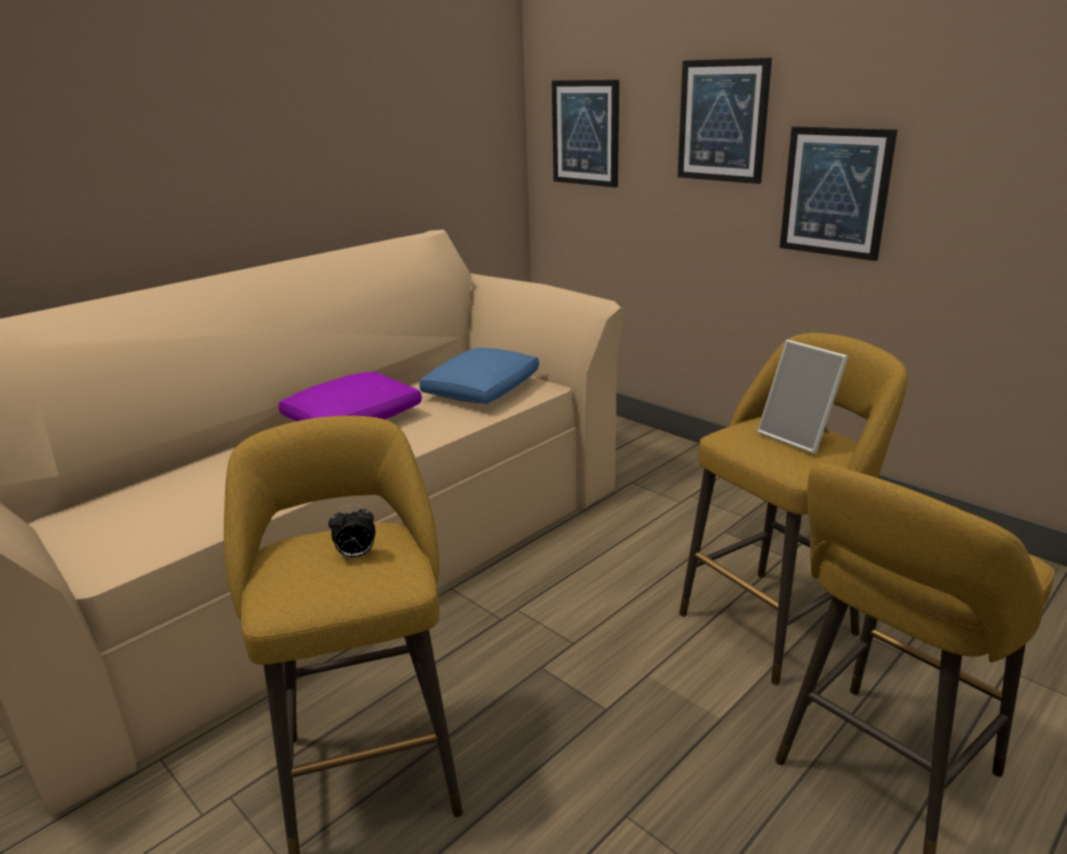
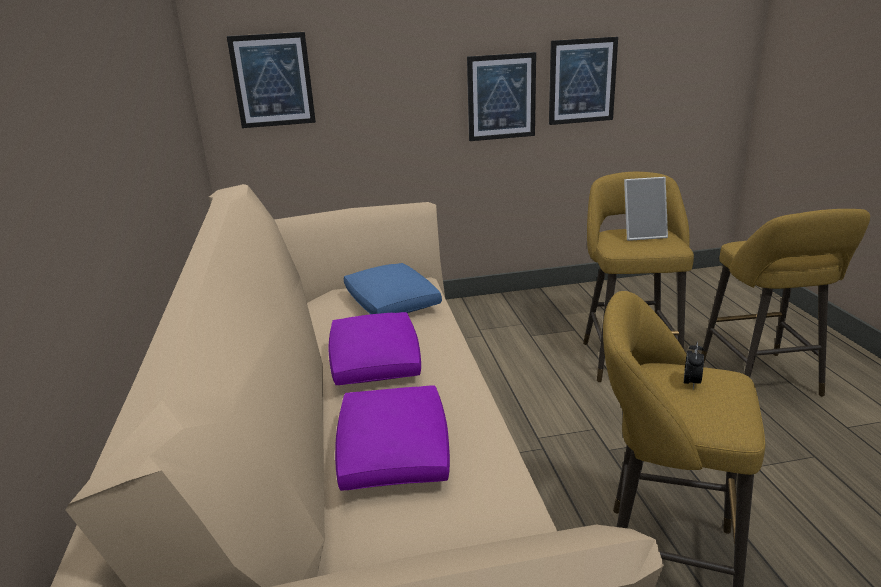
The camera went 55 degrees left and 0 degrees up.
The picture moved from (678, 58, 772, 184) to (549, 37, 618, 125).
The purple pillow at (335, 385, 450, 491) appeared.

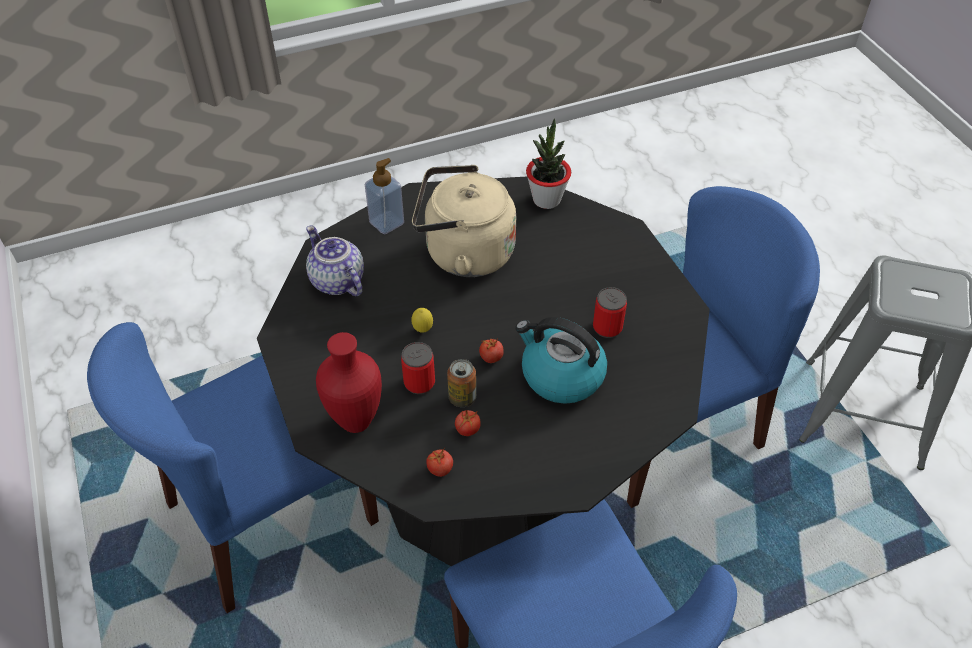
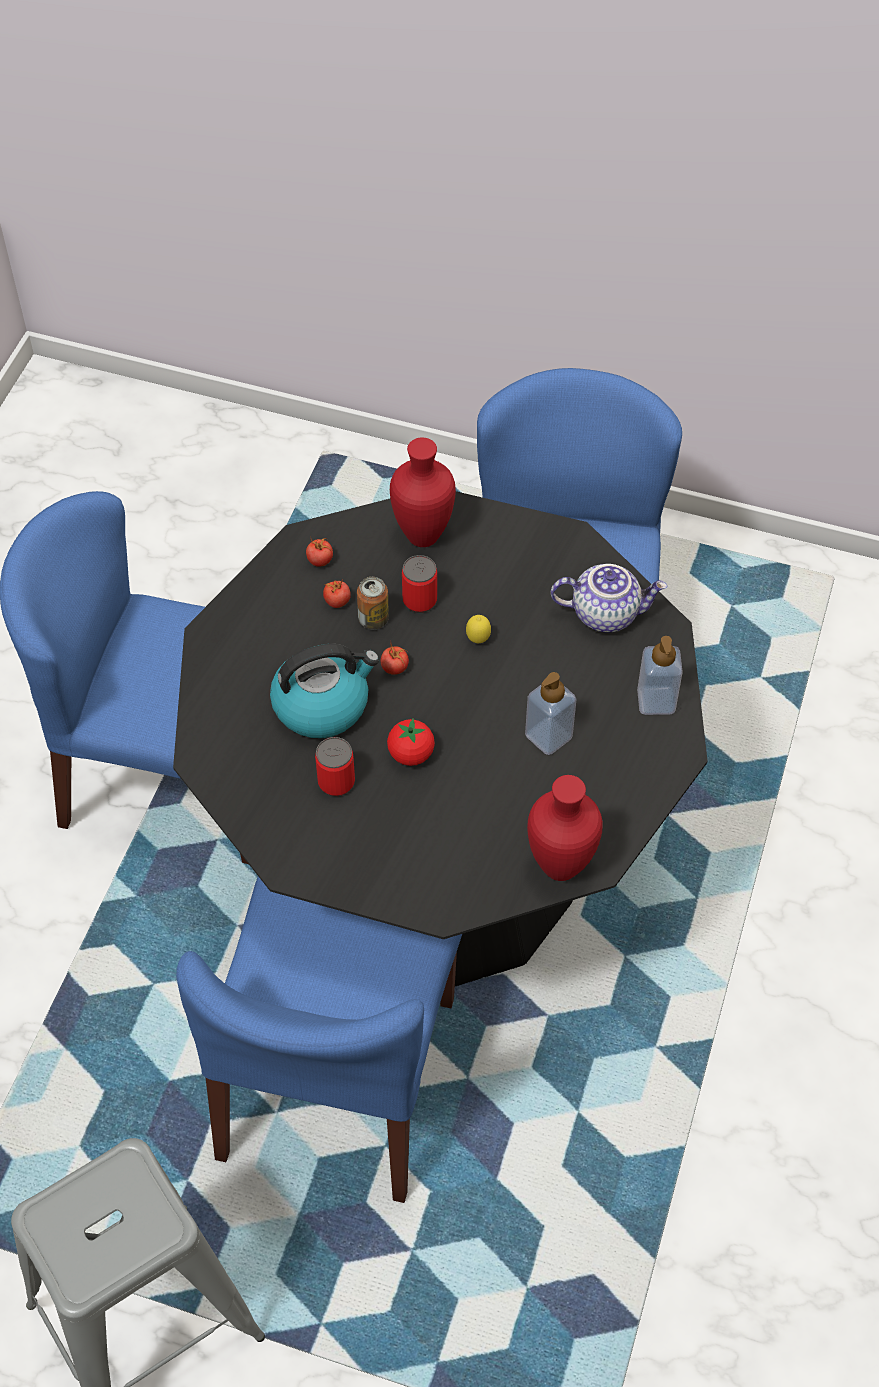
The camera went 130 degrees right and 5 degrees up.
The potted plant at (526, 119, 571, 209) was replaced by the red vase at (527, 775, 603, 881).
The beige kettle at (412, 165, 516, 277) was replaced by the soap dispenser at (525, 672, 577, 755).
The tomato at (387, 718, 435, 766) appeared.

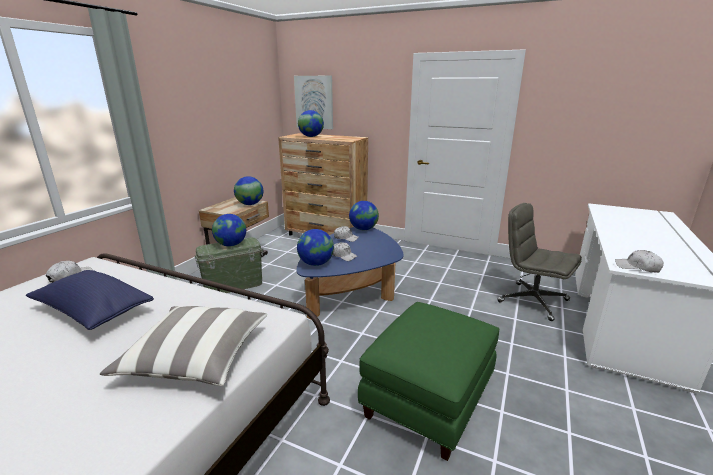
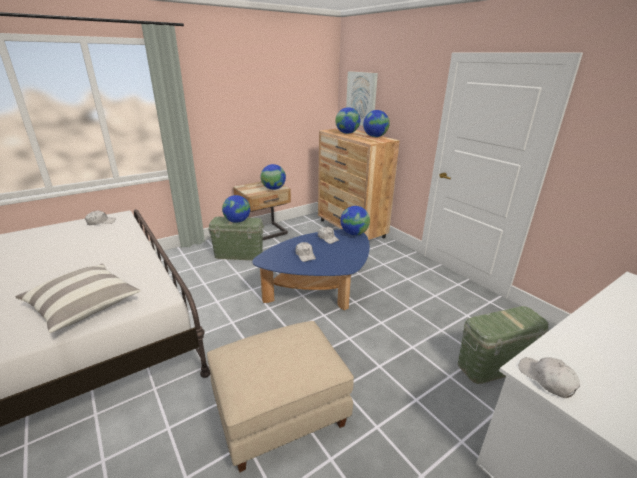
The camera went 30 degrees right and 5 degrees up.
The grey office chair at (498, 203, 582, 321) was replaced by the green storage box at (458, 306, 549, 384).
The globe moved from (297, 229, 334, 266) to (363, 110, 390, 137).
The blue pillow at (26, 270, 154, 330) disappeared.
The green ottoman at (358, 302, 500, 461) became the beige ottoman at (207, 321, 354, 472).

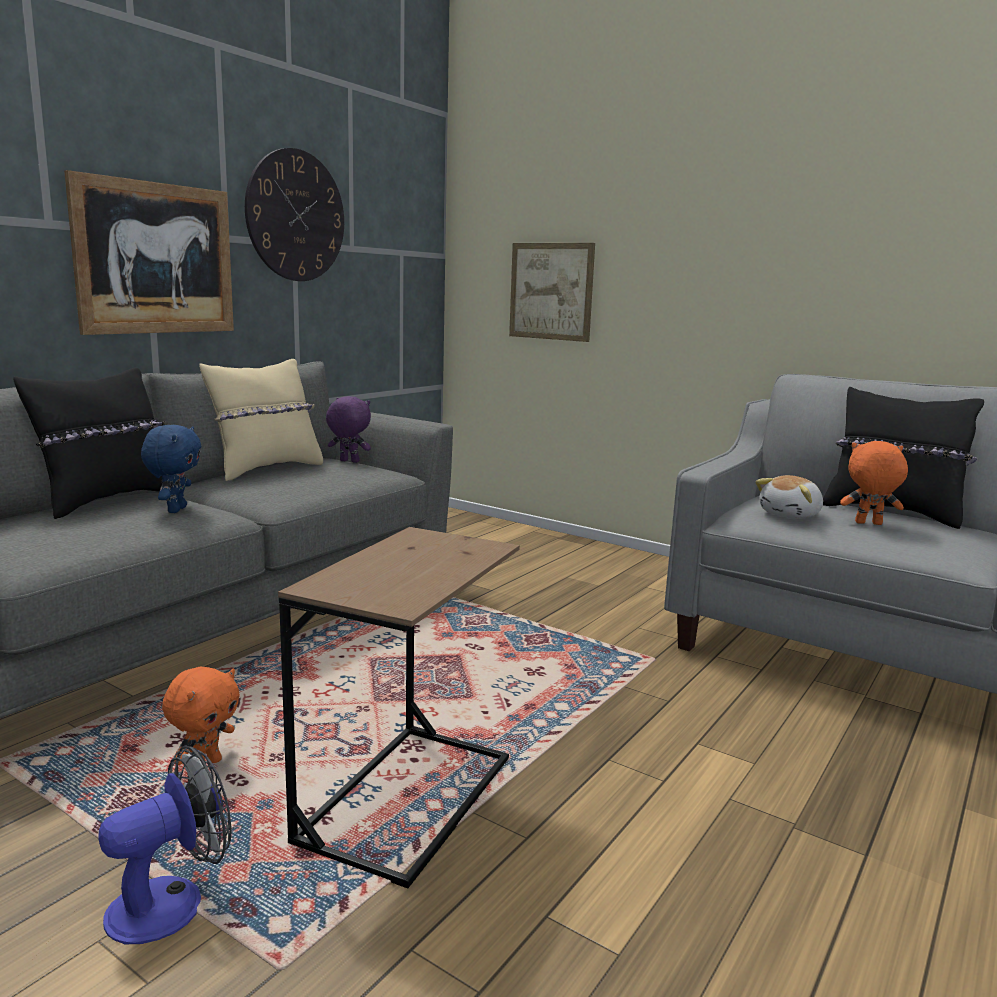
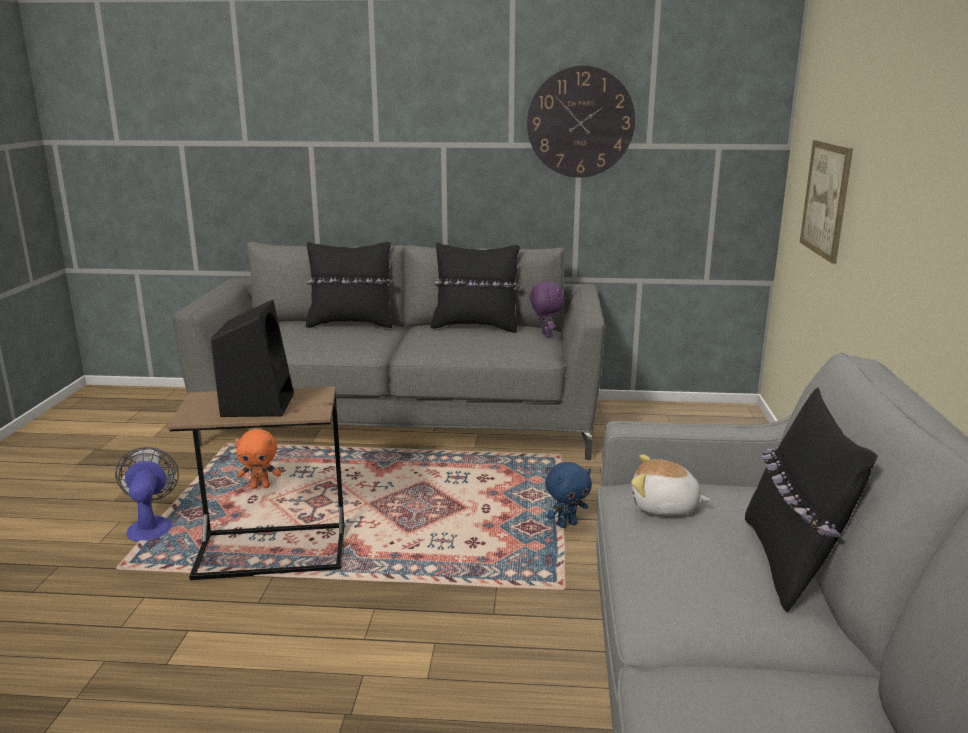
The camera went 60 degrees right and 5 degrees up.
The picture at (64, 170, 234, 335) disappeared.
The beige pillow at (199, 359, 323, 481) became the black pillow at (431, 242, 520, 333).
The blue plush toy moved from (141, 425, 202, 513) to (545, 462, 592, 528).
The orange plush toy at (840, 441, 908, 525) disappeared.
The fan at (98, 746, 232, 944) turned 120 degrees counterclockwise.
The black speaker at (211, 300, 294, 417) appeared.

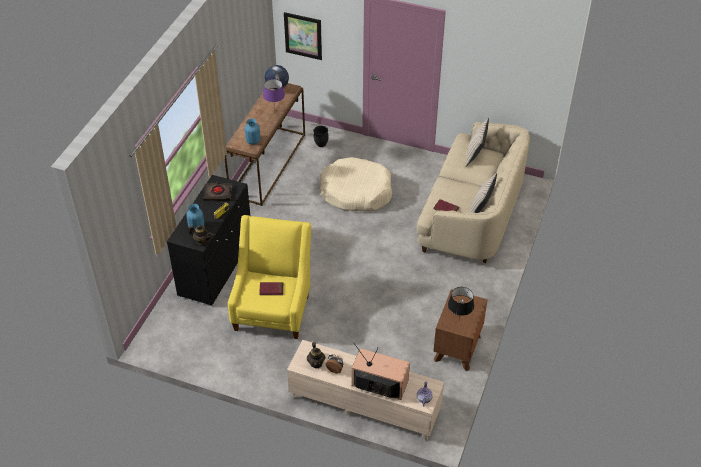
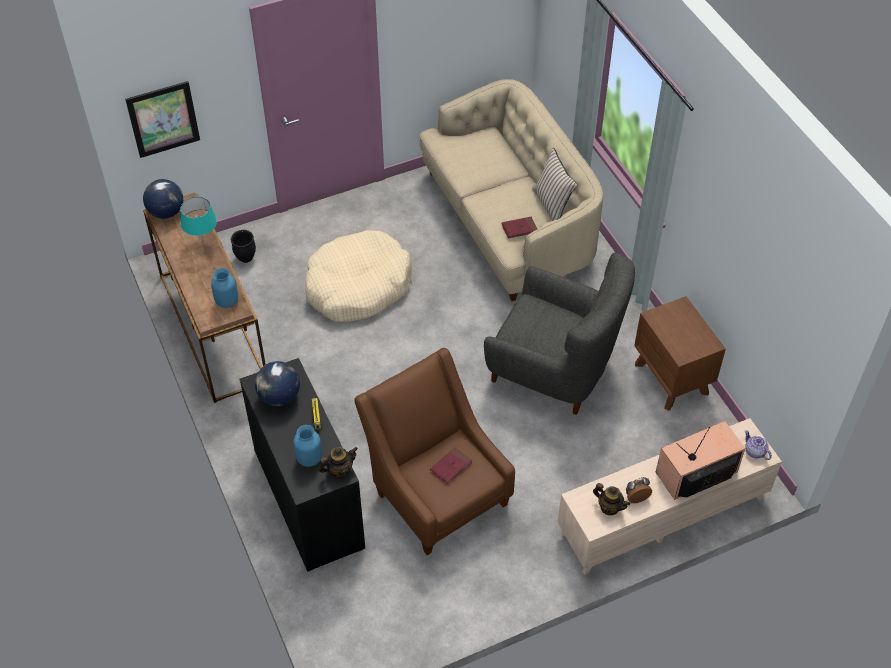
The camera went 45 degrees left and 5 degrees up.
The purple table lamp at (263, 79, 285, 106) became the turquoise table lamp at (181, 197, 217, 245).
The beige pillow at (466, 118, 489, 167) disappeared.
The black book at (203, 182, 232, 201) was replaced by the globe at (255, 361, 300, 406).
The yellow armchair at (228, 215, 311, 339) became the brown armchair at (354, 348, 515, 555).
The black table lamp at (448, 287, 474, 320) disappeared.
The grey armchair at (484, 253, 635, 415) appeared.

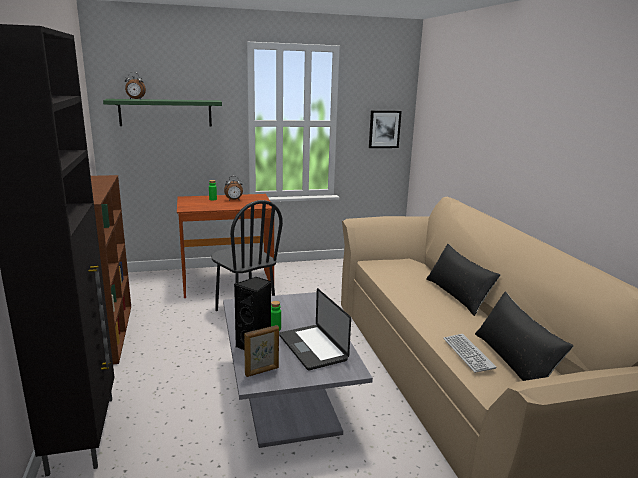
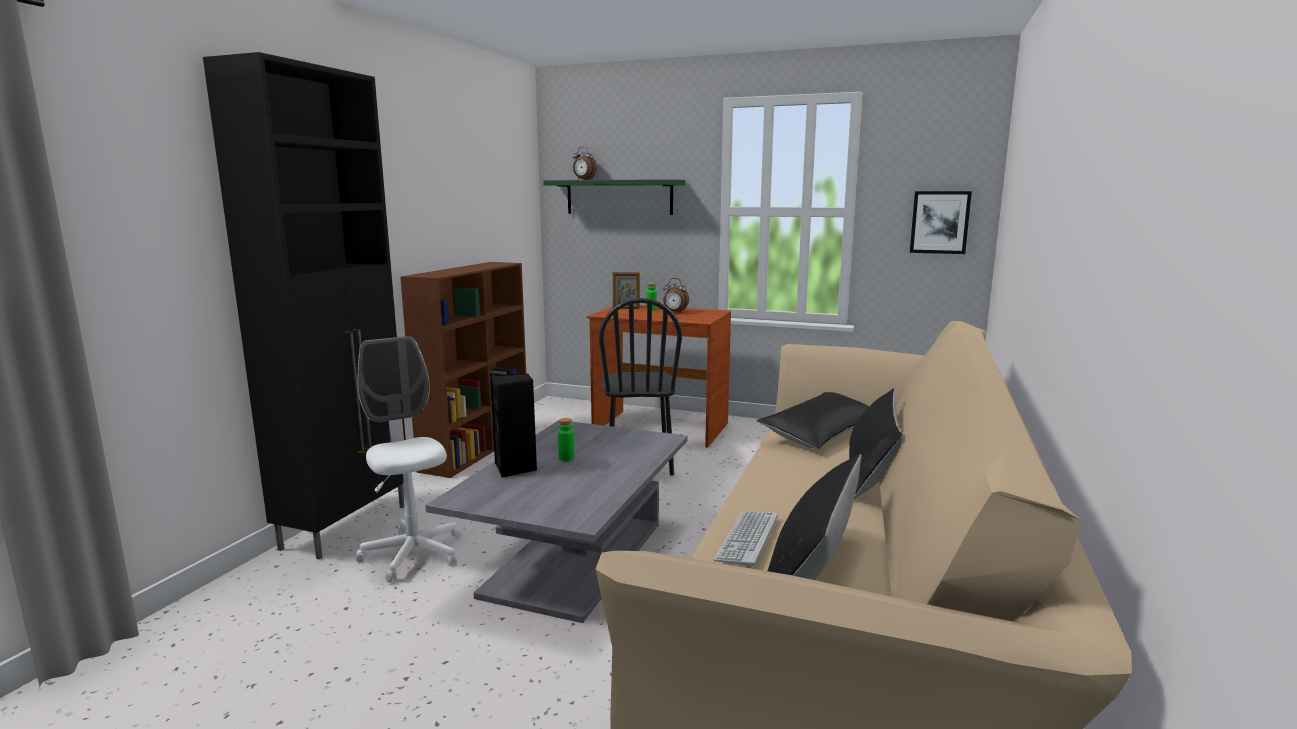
The camera went 35 degrees right and 5 degrees down.
The laptop at (279, 288, 351, 370) disappeared.
The picture frame moved from (244, 325, 279, 377) to (613, 272, 640, 309).
The white office chair at (355, 336, 462, 583) appeared.
The black pillow at (757, 392, 869, 449) appeared.

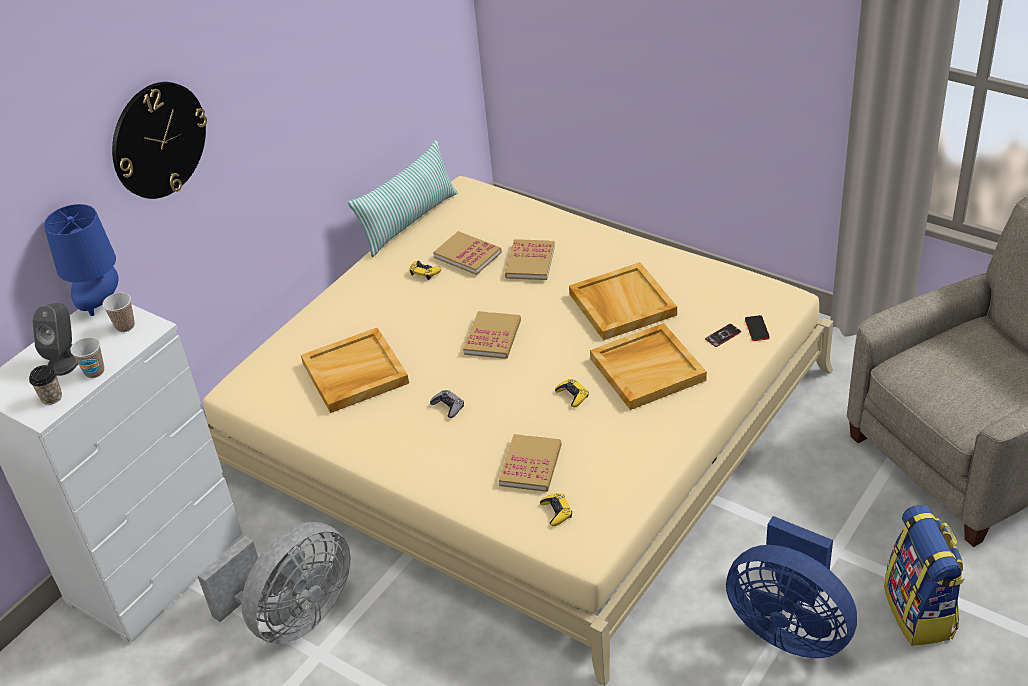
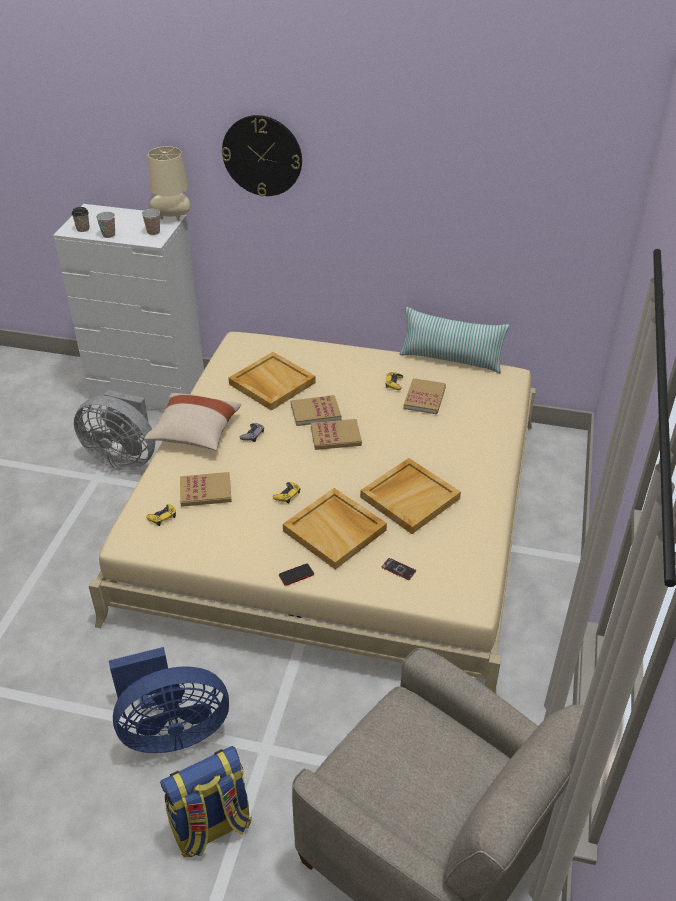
The camera went 65 degrees right and 0 degrees up.
The blue table lamp at (44, 204, 119, 316) became the beige table lamp at (148, 146, 191, 221).
The book moved from (505, 239, 555, 280) to (291, 395, 341, 426).
The grey speaker at (32, 303, 78, 376) disappeared.
The phone moved from (745, 315, 769, 341) to (279, 564, 314, 586).
The blue fan at (726, 516, 857, 658) turned 120 degrees counterclockwise.
The beige pillow at (144, 393, 241, 451) appeared.

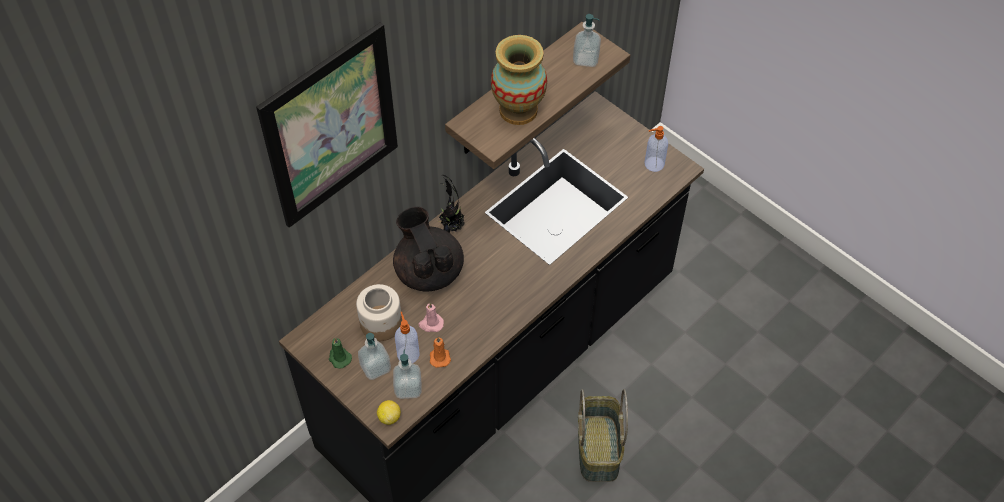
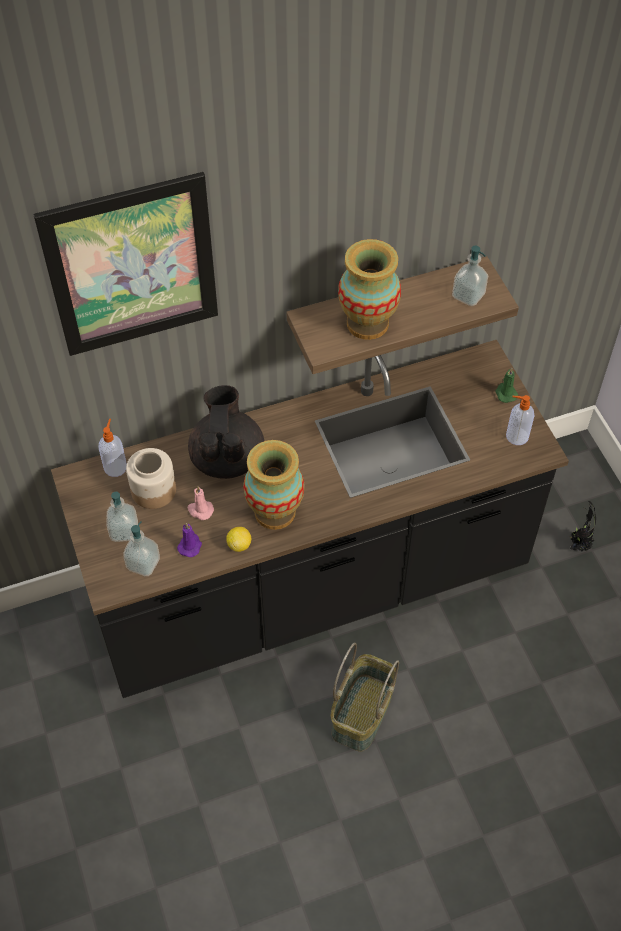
The camera went 25 degrees right and 0 degrees up.
The potted plant moved from (439, 175, 465, 233) to (568, 501, 596, 551).
The soap dispenser moved from (395, 312, 420, 363) to (99, 419, 127, 477).
The green candle moved from (329, 337, 352, 369) to (495, 368, 518, 403).
The orange candle at (430, 337, 451, 368) became the purple candle at (177, 523, 202, 557).
The lemon moved from (377, 400, 401, 425) to (226, 527, 251, 552).
The vase at (243, 440, 305, 530) appeared.

